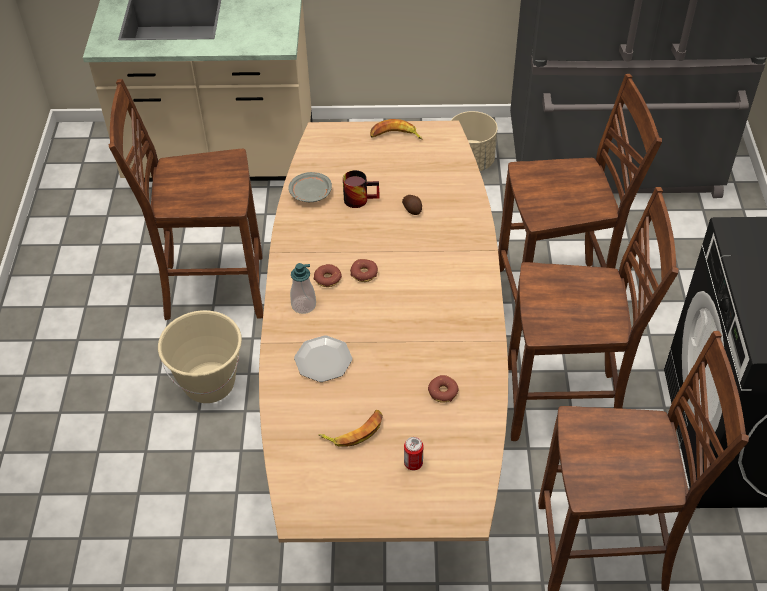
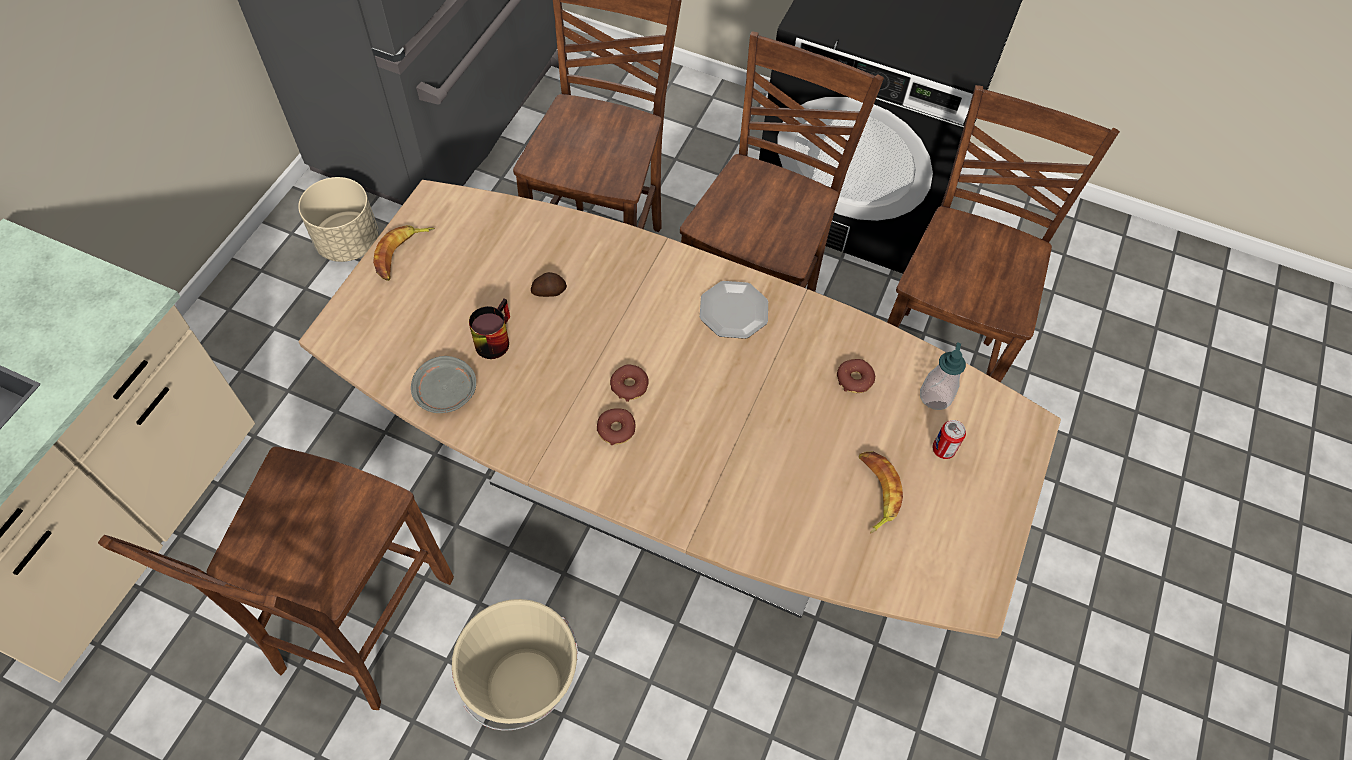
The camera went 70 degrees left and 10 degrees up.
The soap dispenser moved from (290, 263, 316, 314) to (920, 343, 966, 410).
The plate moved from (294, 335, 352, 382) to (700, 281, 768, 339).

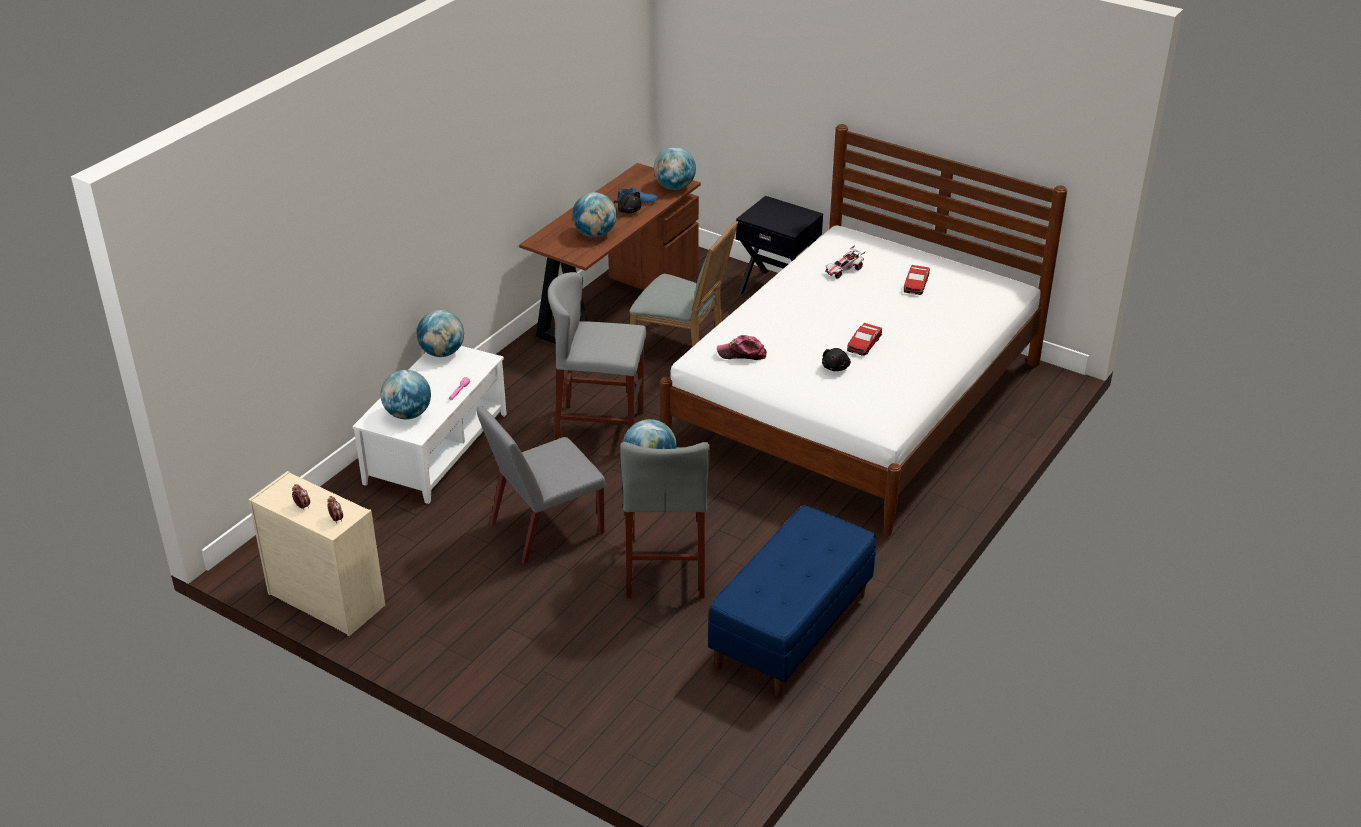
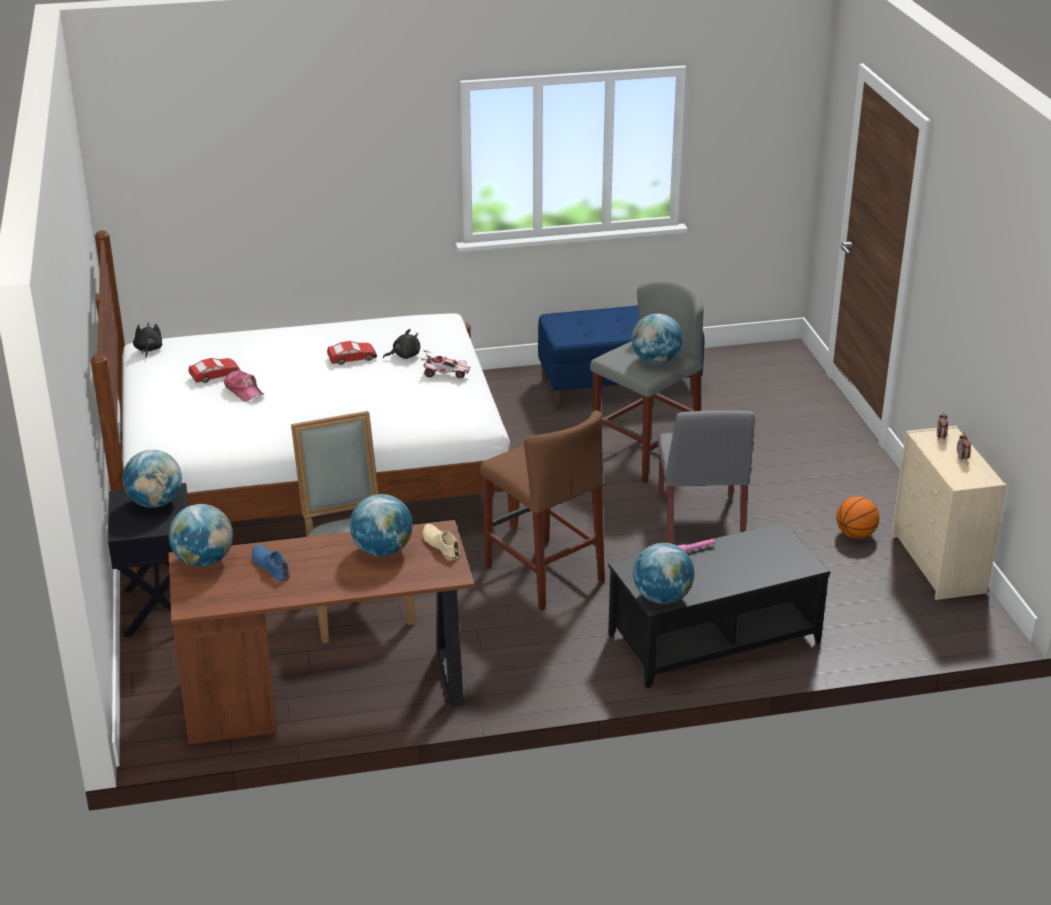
The camera went 135 degrees left and 5 degrees down.
The black plush toy moved from (614, 192, 642, 213) to (133, 323, 162, 359).
The toy car moved from (825, 245, 865, 279) to (420, 350, 470, 378).
The grey stool at (548, 272, 646, 440) became the brown stool at (480, 410, 605, 611).
The cap moved from (717, 335, 767, 360) to (224, 370, 264, 402).
The white coffee table at (352, 346, 507, 504) became the black coffee table at (608, 522, 830, 688).
The globe moved from (381, 370, 431, 419) to (122, 450, 182, 508).
The grey chair at (476, 406, 606, 565) turned 75 degrees clockwise.
The basketball at (836, 496, 879, 539) appeared.
The beige shoe at (423, 524, 460, 560) appeared.

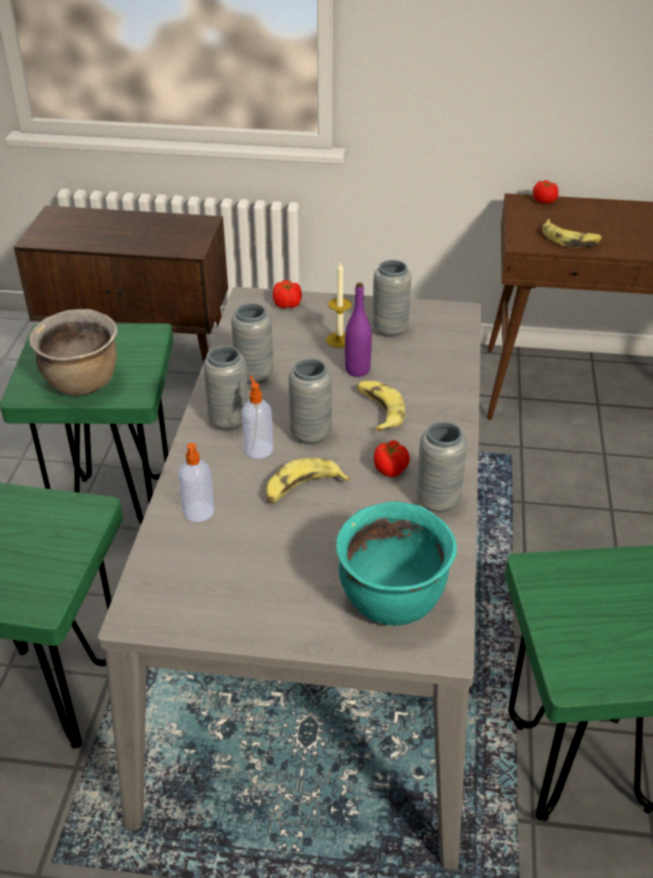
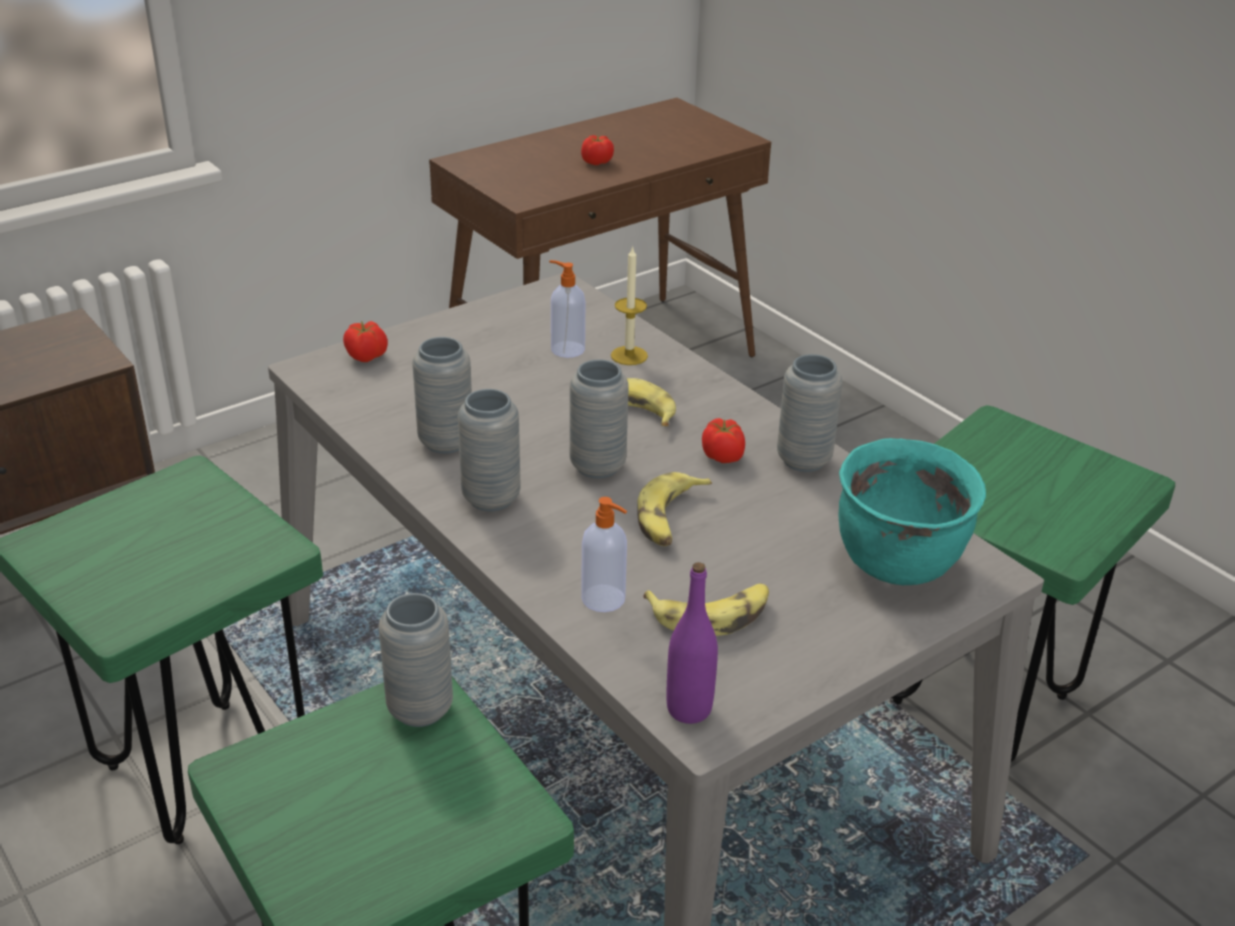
The camera went 45 degrees left and 5 degrees down.
The tomato moved from (533, 180, 559, 204) to (581, 135, 614, 165).
The banana moved from (542, 219, 602, 248) to (643, 584, 769, 636).
The grey vase moved from (372, 260, 412, 337) to (379, 593, 453, 727).
The candle moved from (326, 262, 352, 348) to (611, 246, 648, 365).
The purple bottle moved from (345, 283, 372, 377) to (666, 562, 718, 724).
The brown cooking pot at (29, 309, 118, 396) disappeared.
The soap dispenser moved from (242, 376, 273, 459) to (549, 260, 585, 358).

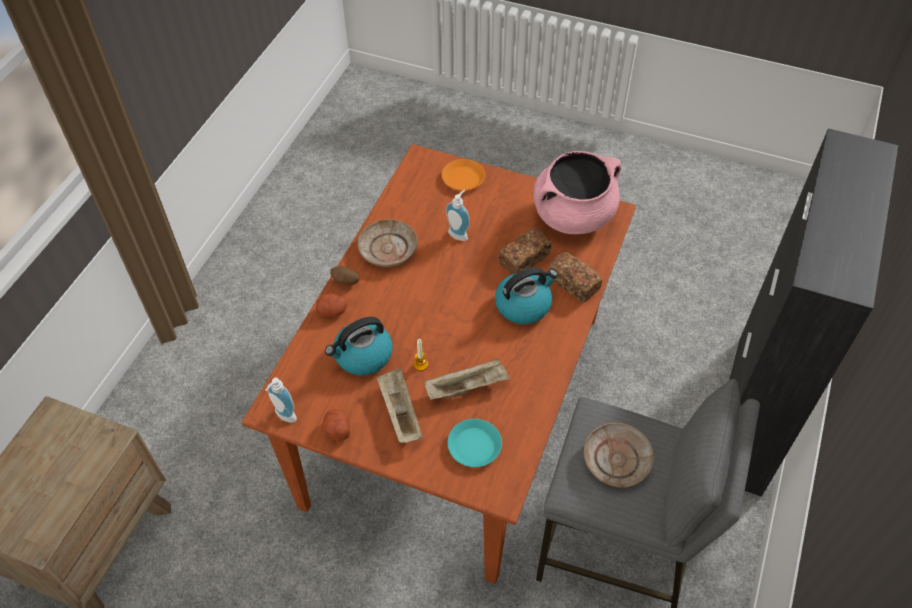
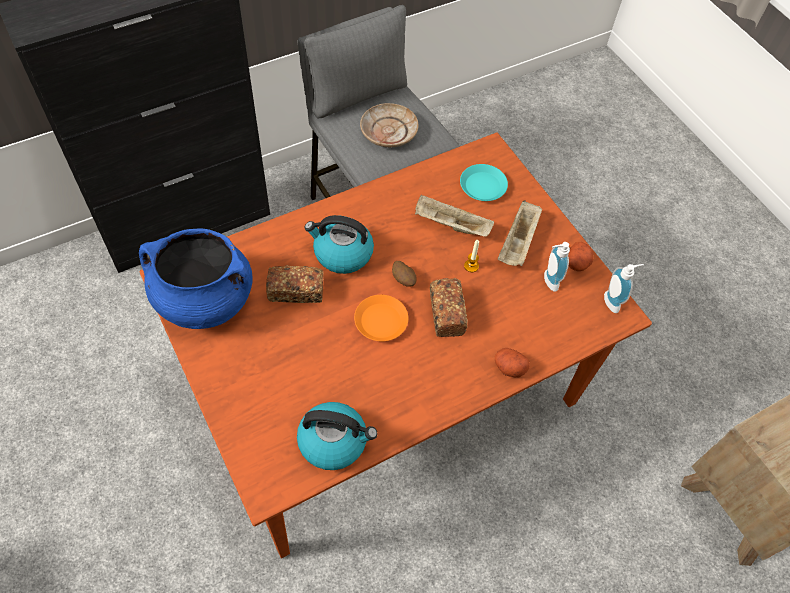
The camera went 145 degrees left and 5 degrees up.
The pink cooking pot at (533, 151, 621, 234) became the blue cooking pot at (139, 228, 252, 329).
The orange plate moved from (442, 159, 485, 190) to (354, 295, 408, 341).
The soap dispenser moved from (446, 189, 470, 241) to (544, 242, 570, 292).
The beige plate at (358, 219, 418, 267) disappeared.
The bread moved from (548, 252, 602, 302) to (430, 278, 468, 337).
The potato moved from (330, 266, 360, 285) to (392, 261, 417, 287).
The kettle moved from (325, 317, 393, 376) to (297, 402, 377, 470).

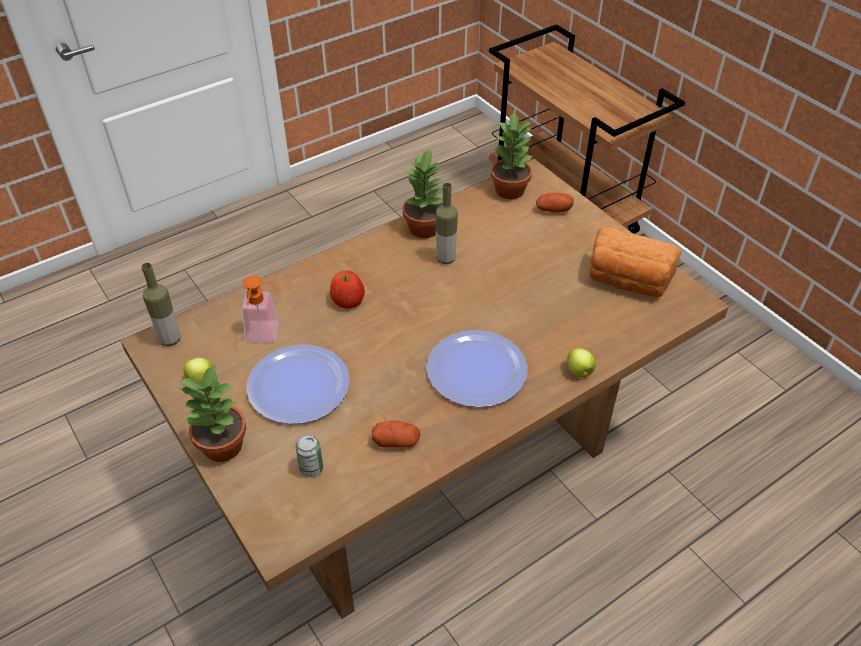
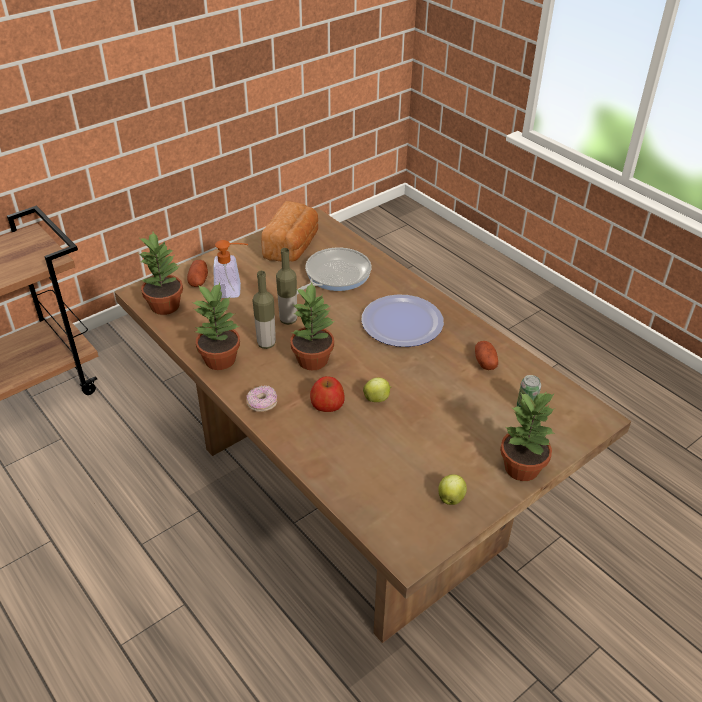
The camera went 95 degrees left and 5 degrees down.
The bottle moved from (141, 263, 180, 346) to (276, 248, 297, 325).
The soap dispenser moved from (242, 276, 279, 342) to (213, 240, 248, 298).
The plate at (246, 345, 349, 424) disappeared.
The apple moved from (567, 348, 596, 377) to (363, 377, 392, 402).
The frying pan at (297, 247, 371, 295) appeared.
The potted plant at (290, 282, 334, 370) appeared.
The donut at (246, 385, 277, 412) appeared.

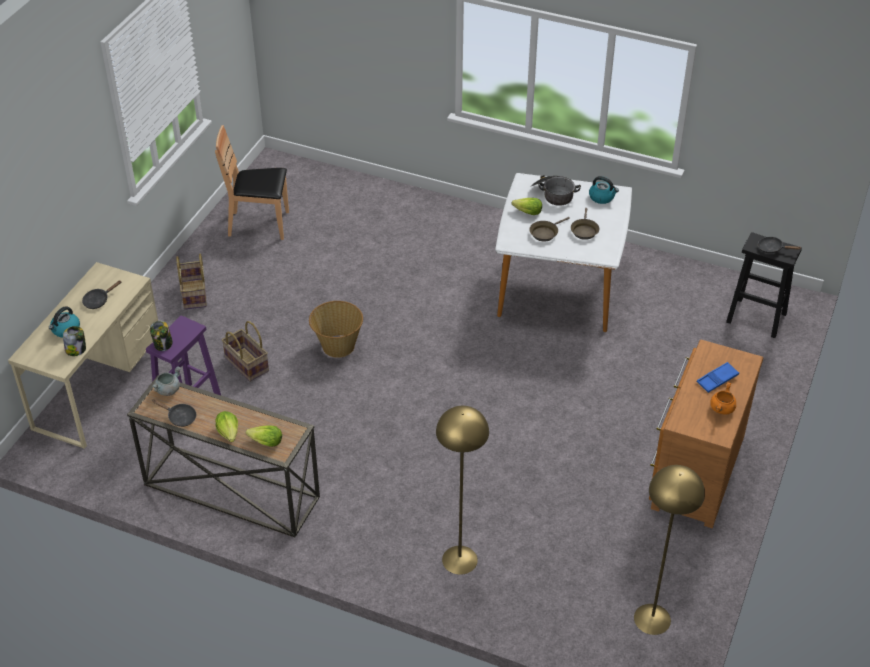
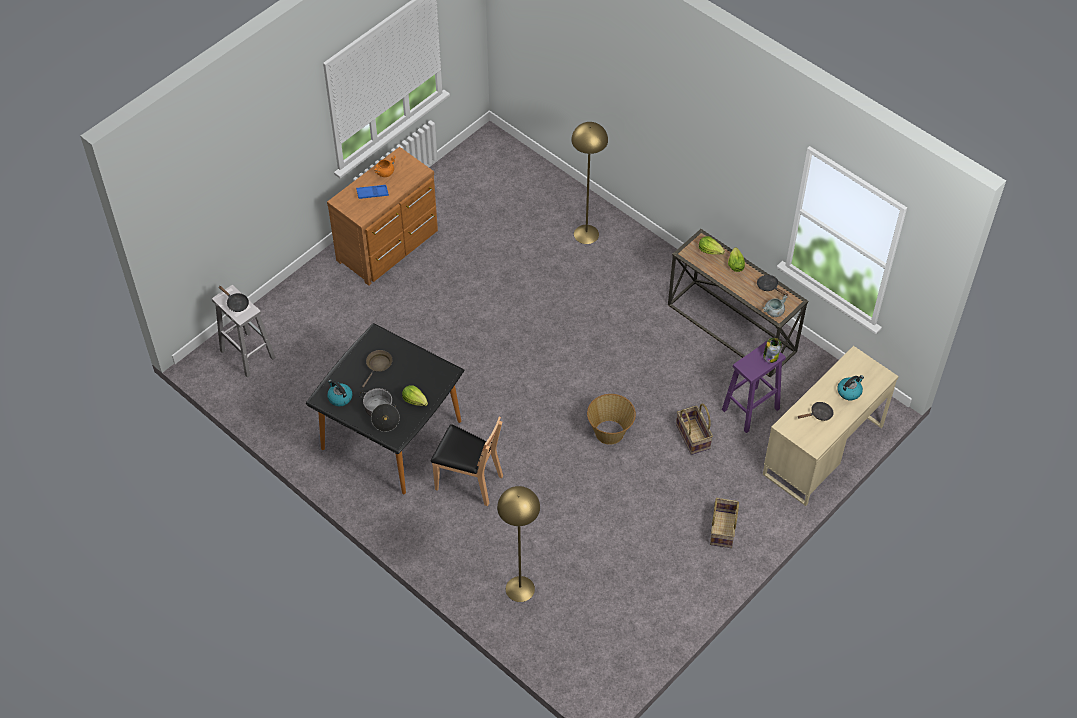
The camera went 160 degrees left and 10 degrees up.
The brown chair moved from (215, 125, 289, 240) to (431, 417, 503, 506).
The white dining table at (495, 173, 632, 332) became the black dining table at (306, 323, 465, 494).
The brown frying pan at (529, 217, 570, 242) disappeared.
The black stool at (726, 232, 802, 338) became the white stool at (212, 285, 276, 378).
The jar at (63, 326, 86, 356) disappeared.
The yellow floor lamp moved from (634, 465, 705, 635) to (497, 486, 540, 602).

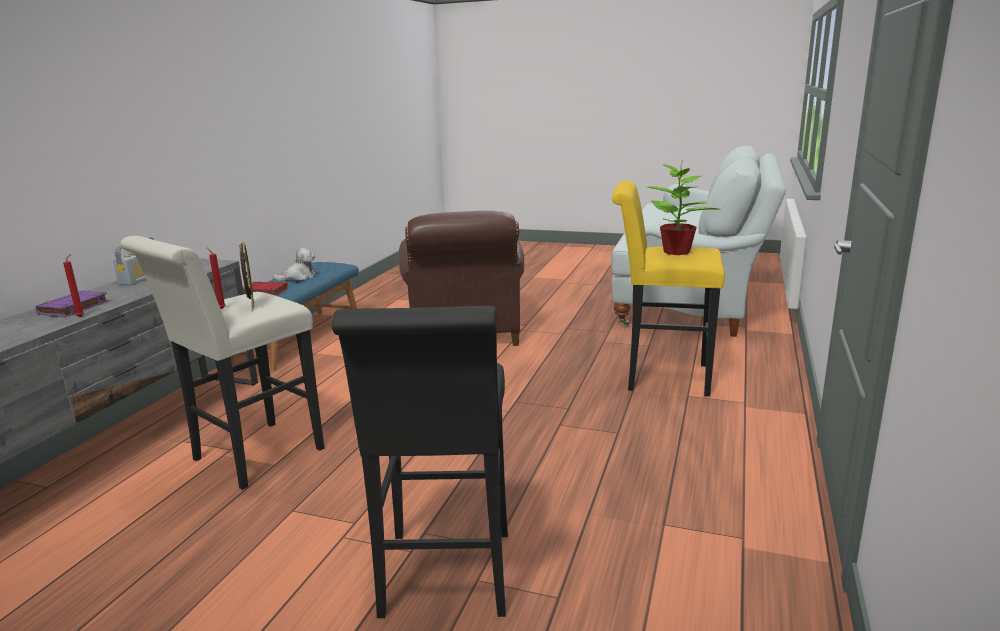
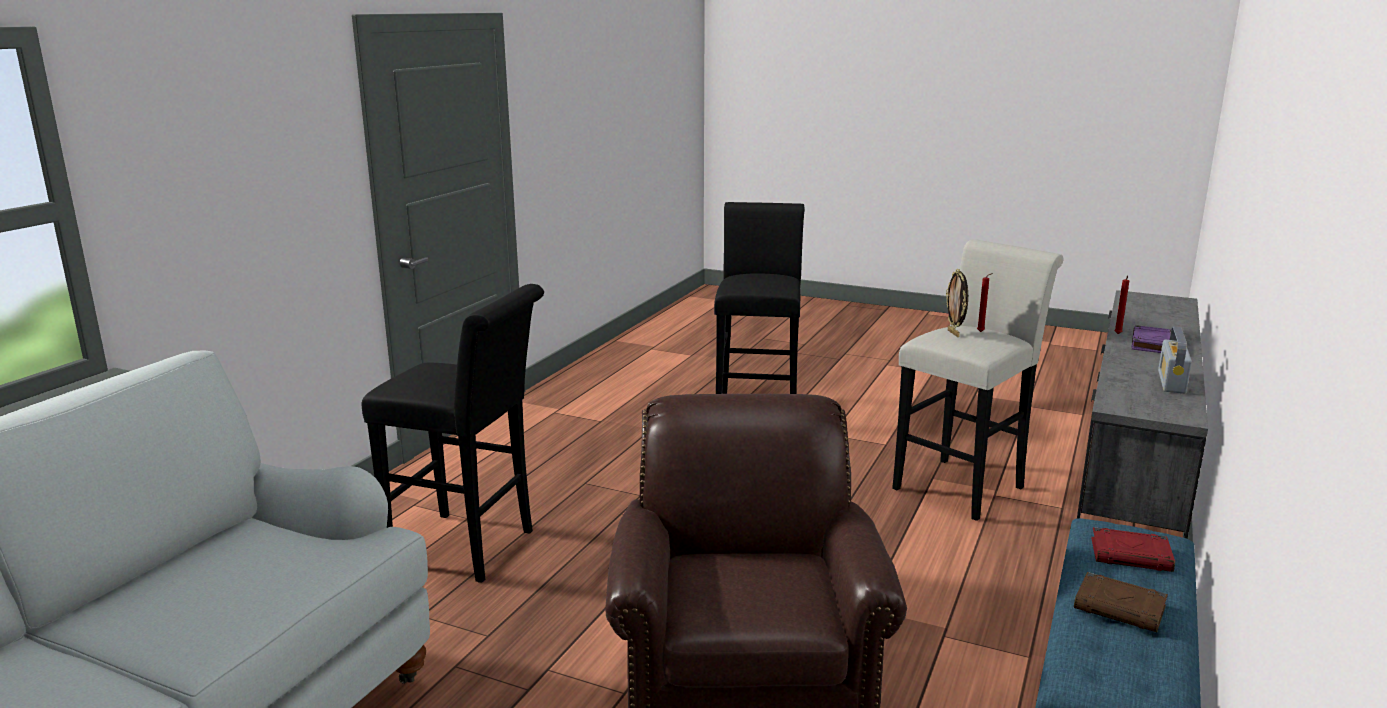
The camera went 175 degrees left and 0 degrees up.
The potted plant at (647, 162, 718, 255) disappeared.
The yellow stool at (612, 181, 725, 396) became the black stool at (361, 284, 544, 583).
The plush toy at (273, 248, 316, 281) was replaced by the brown book at (1074, 572, 1168, 632).

